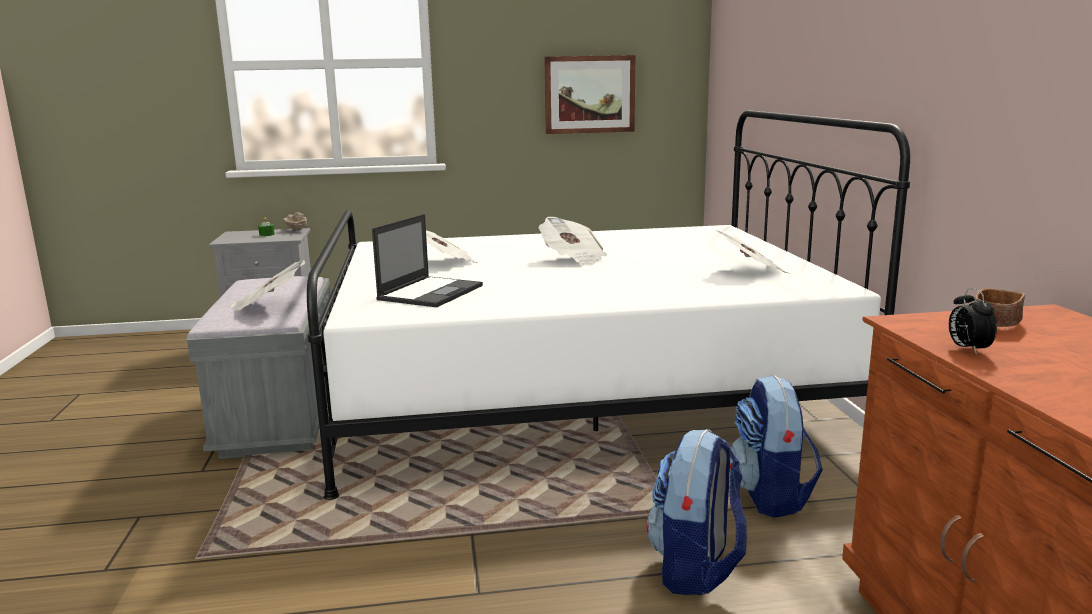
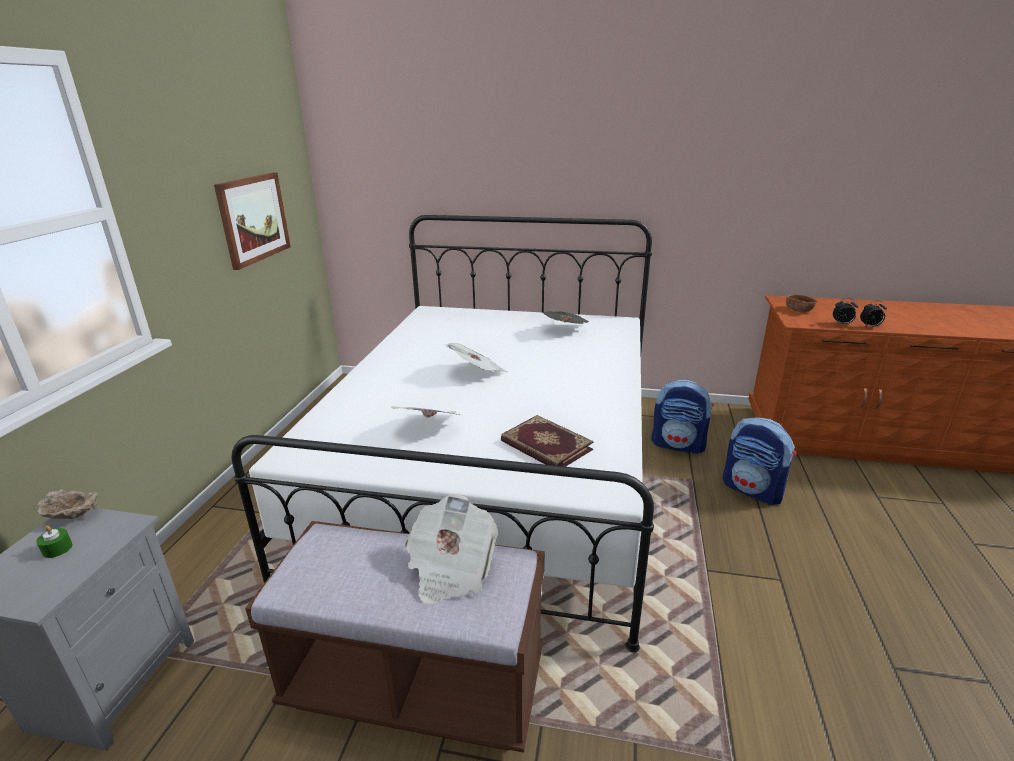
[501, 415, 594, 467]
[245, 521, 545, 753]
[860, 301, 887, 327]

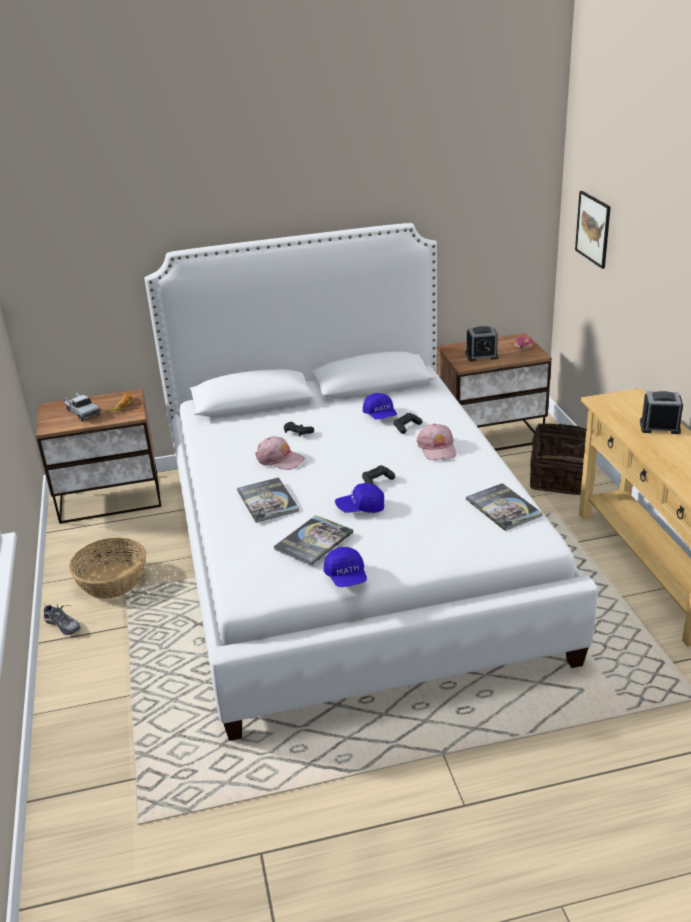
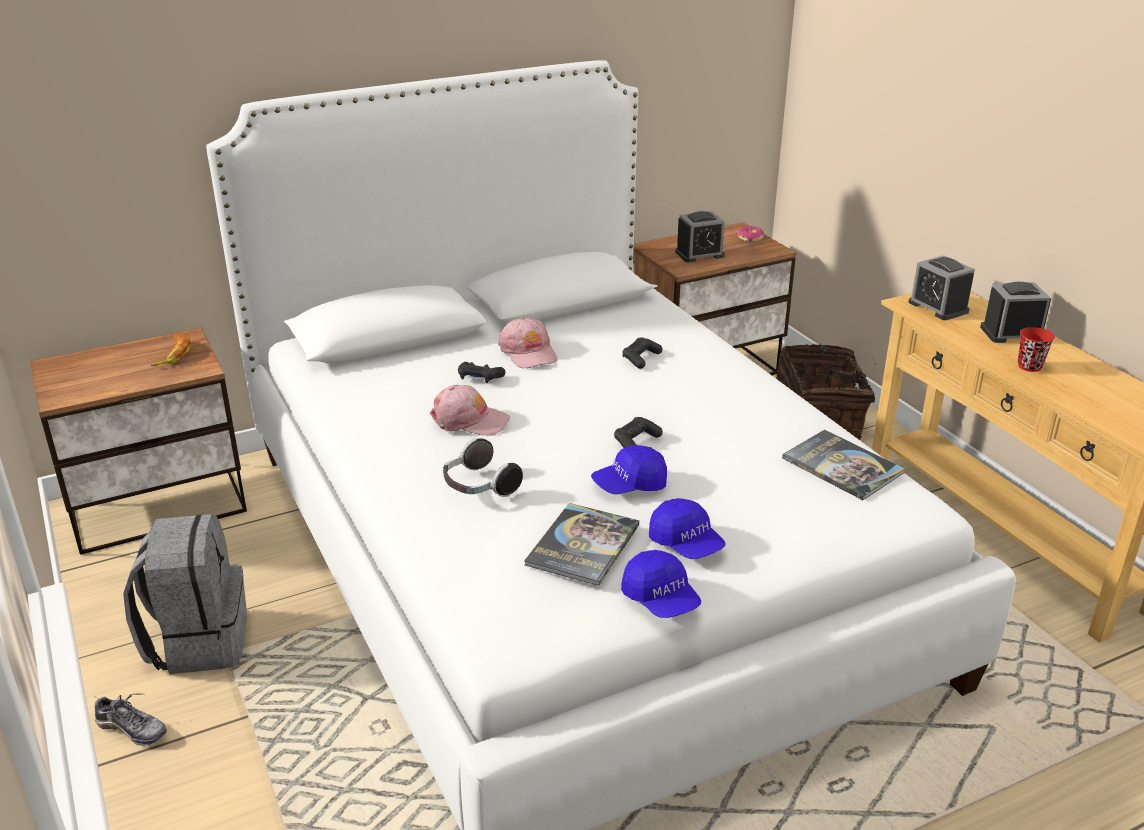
[575, 191, 611, 269] (first image)
[63, 393, 101, 421] (first image)
[649, 498, 726, 559]
[498, 317, 558, 369]
[443, 438, 523, 497]
[123, 514, 247, 674]
[909, 255, 975, 320]
[1018, 327, 1055, 372]

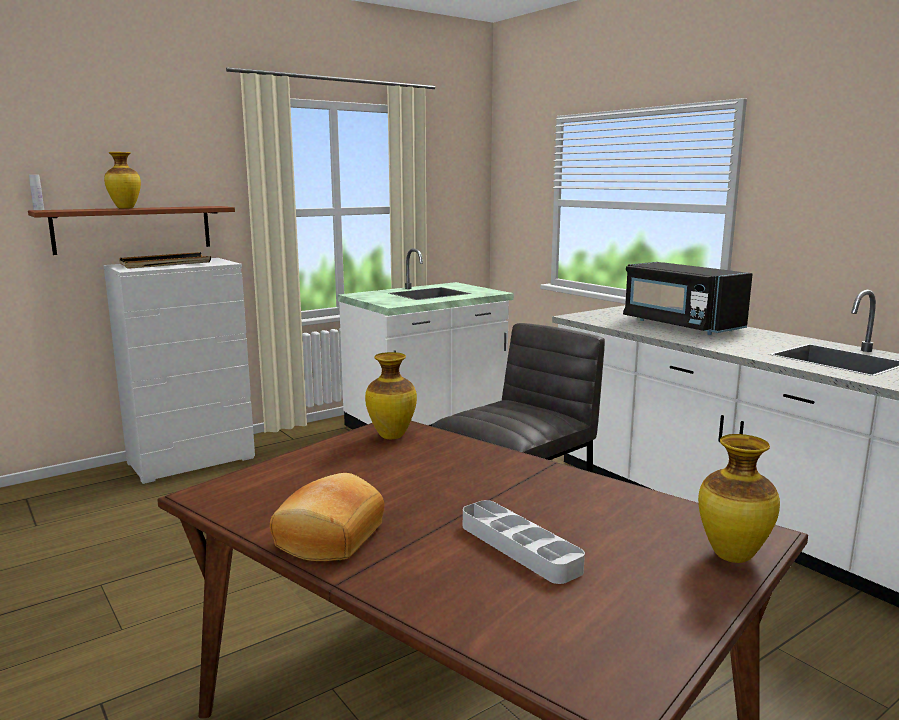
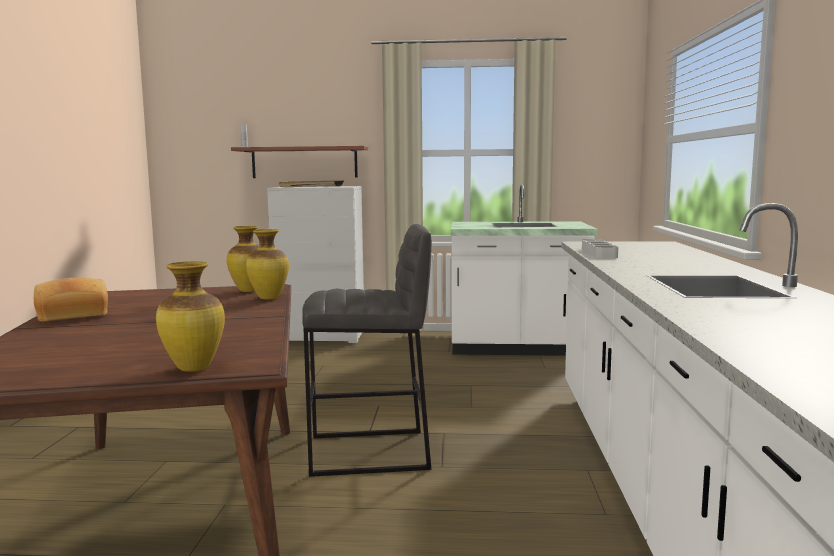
[246, 229, 289, 300]
[623, 262, 753, 335] (first image)
[582, 239, 618, 258]

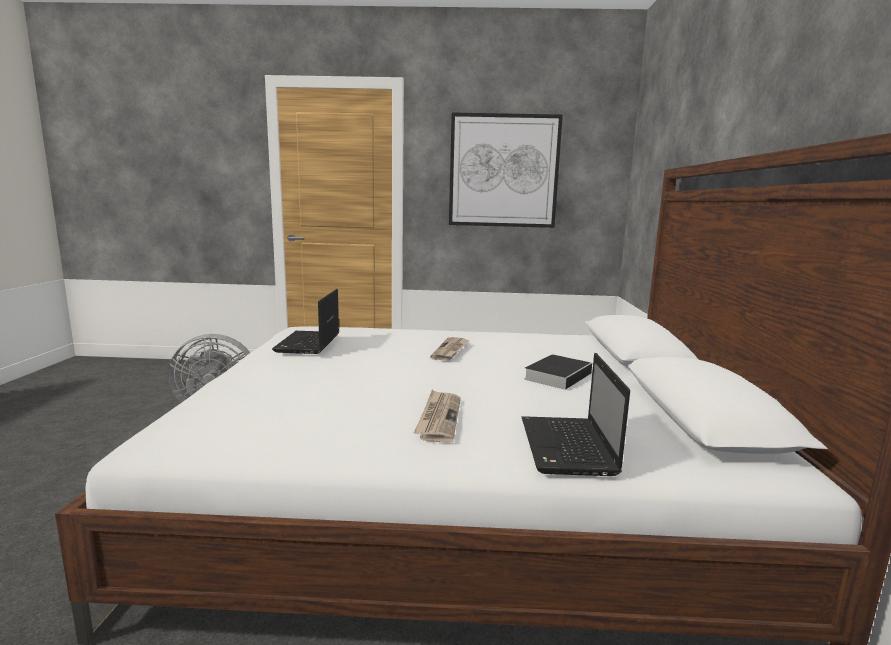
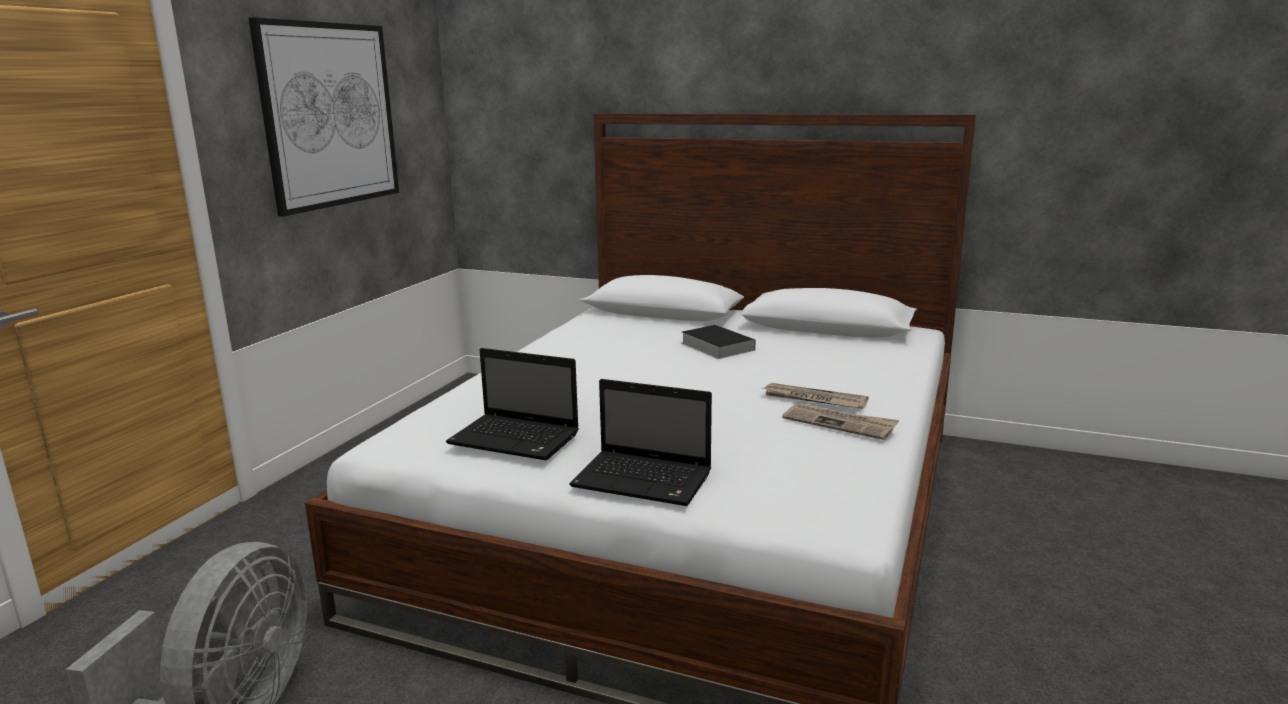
[782, 403, 899, 440]
[569, 379, 712, 506]

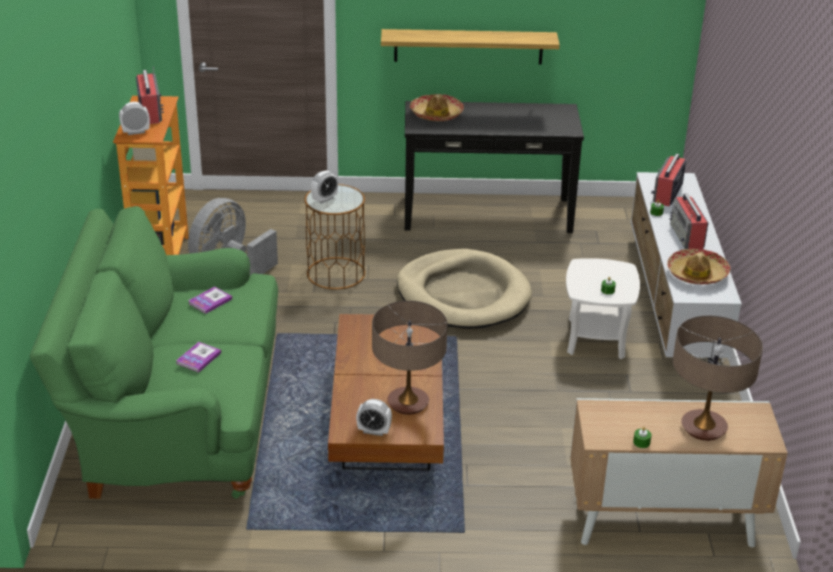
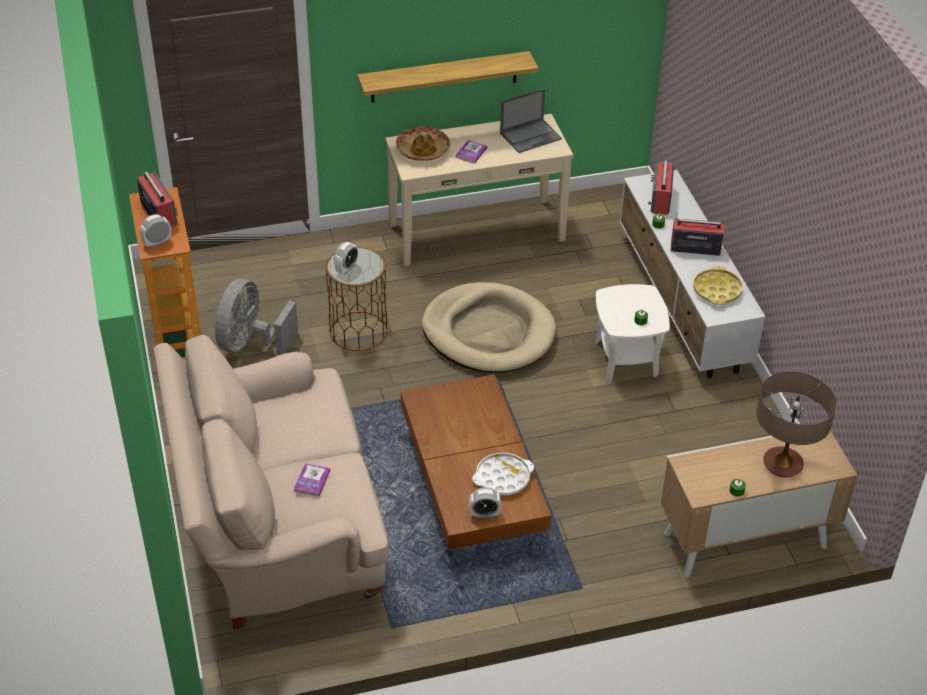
[385, 114, 573, 267]
[671, 212, 724, 256]
[153, 335, 389, 629]
[693, 266, 743, 305]
[455, 140, 487, 164]
[472, 453, 534, 495]
[500, 88, 562, 153]

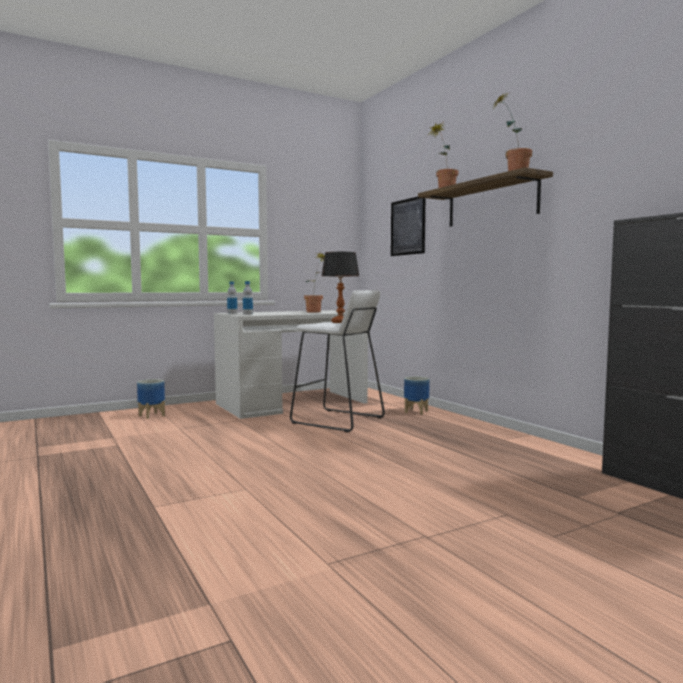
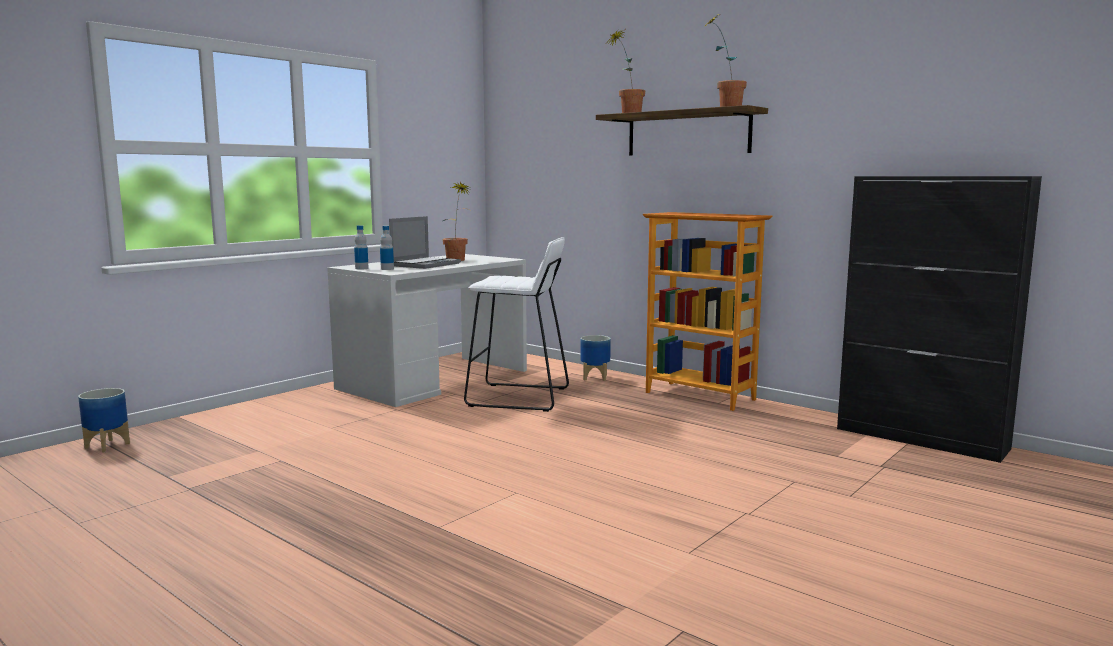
[391, 197, 425, 256] (first image)
[322, 252, 359, 323] (first image)
[78, 388, 130, 453]
[643, 212, 772, 411]
[389, 216, 461, 269]

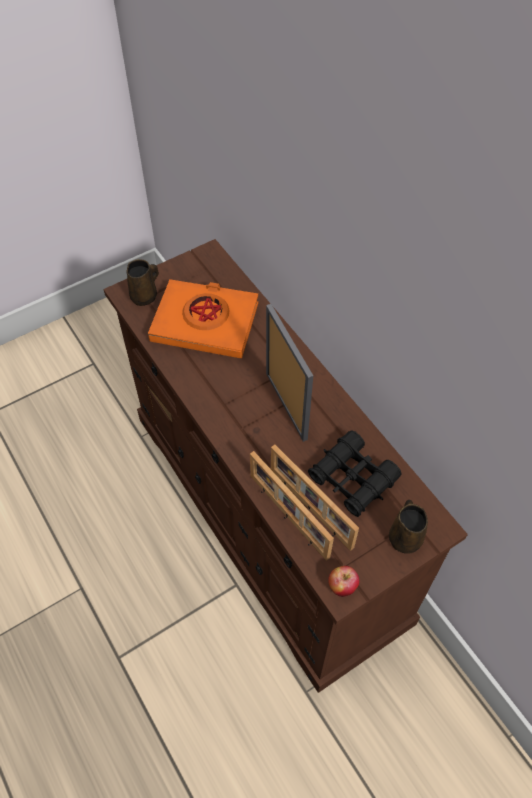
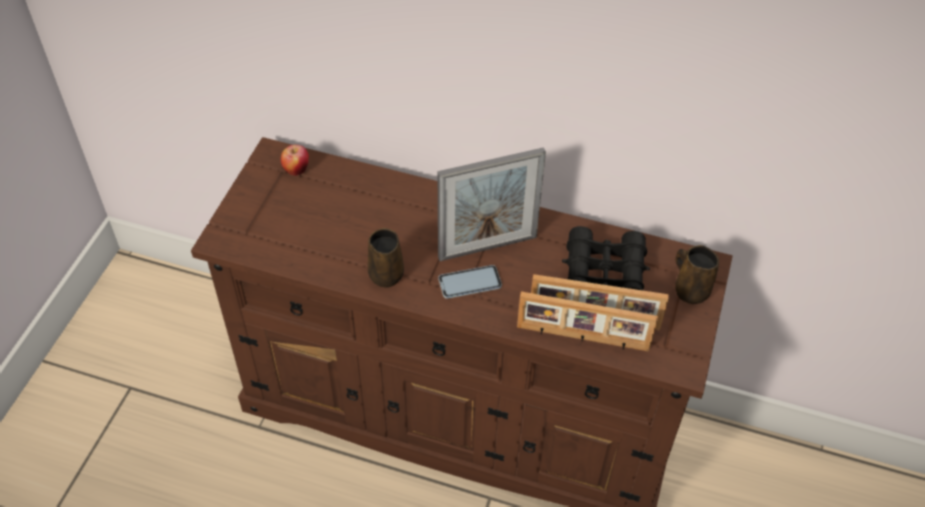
[368, 228, 404, 288]
[148, 279, 258, 358] (first image)
[438, 147, 546, 261]
[281, 145, 309, 176]
[438, 265, 502, 299]

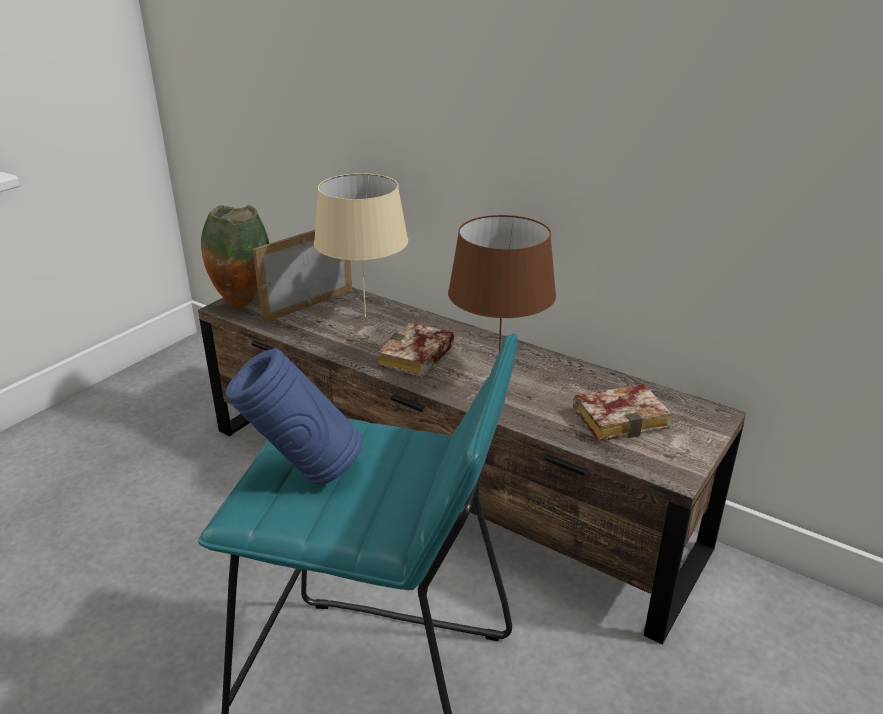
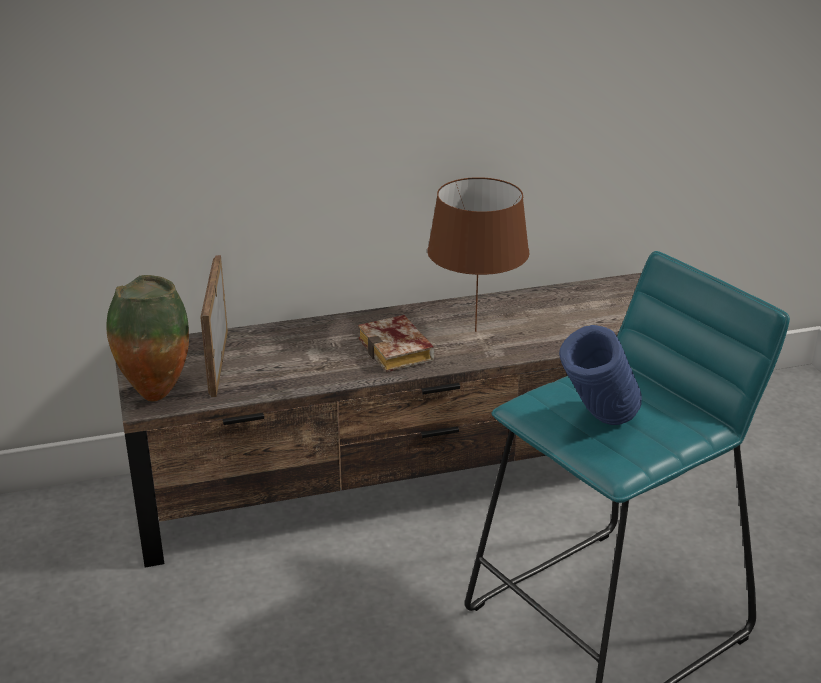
[314, 173, 408, 317] (first image)
[573, 384, 672, 442] (first image)

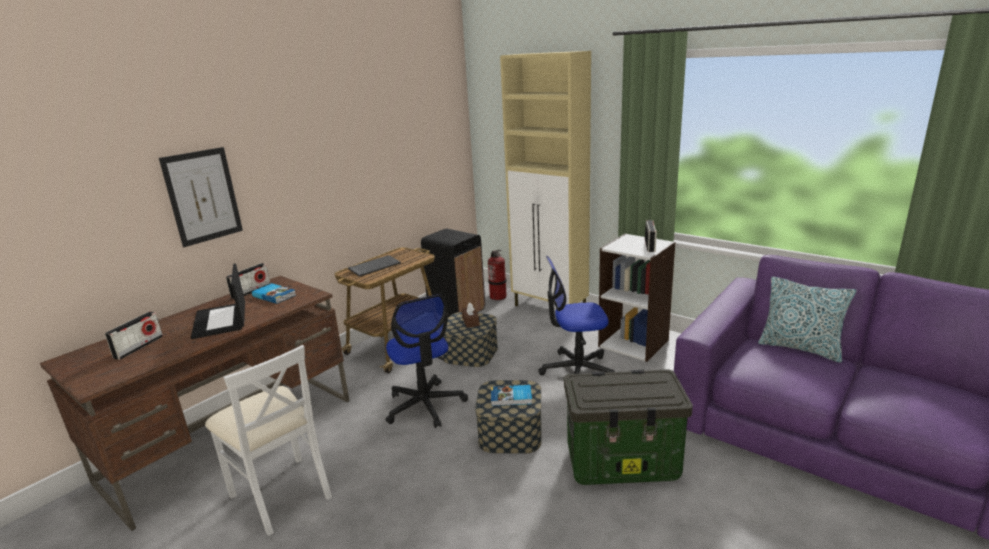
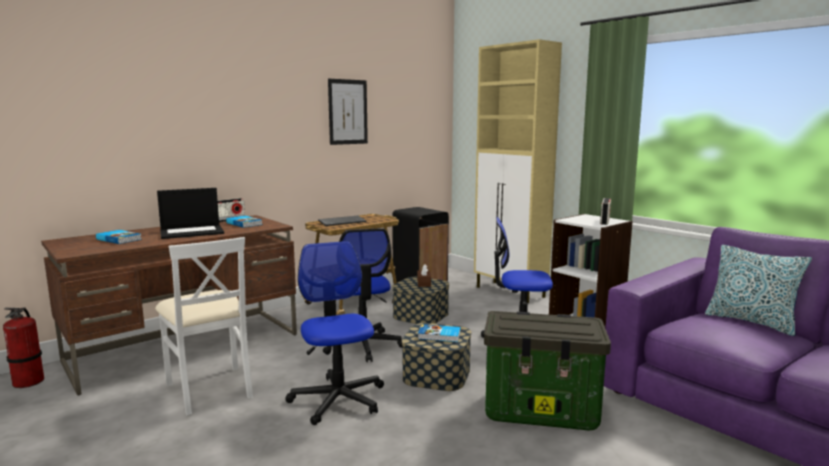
[328, 79, 368, 145]
[3, 307, 44, 388]
[157, 188, 224, 239]
[96, 230, 142, 244]
[286, 241, 384, 425]

